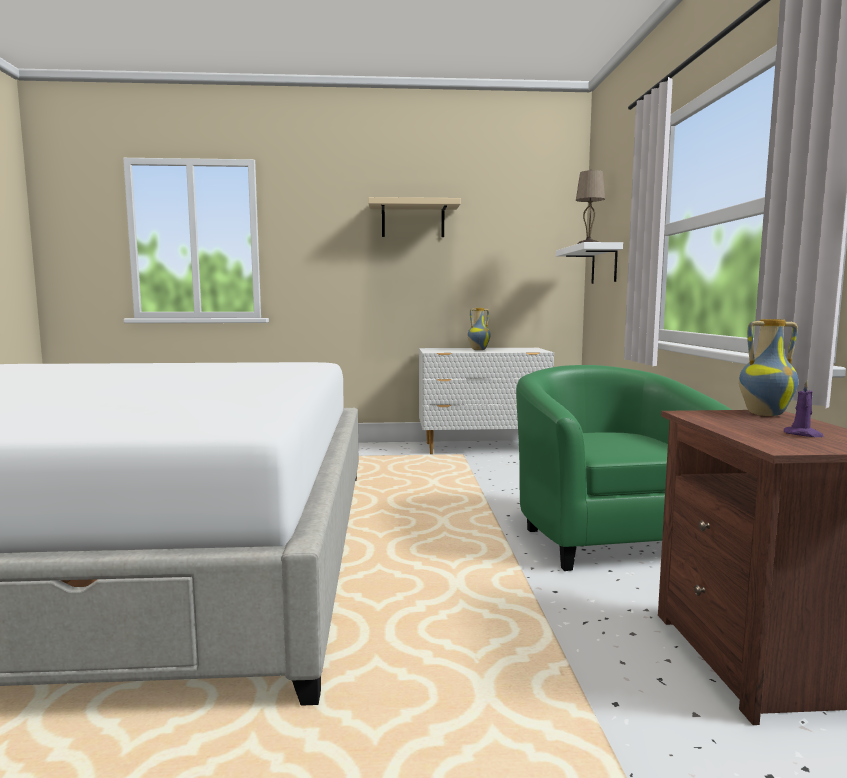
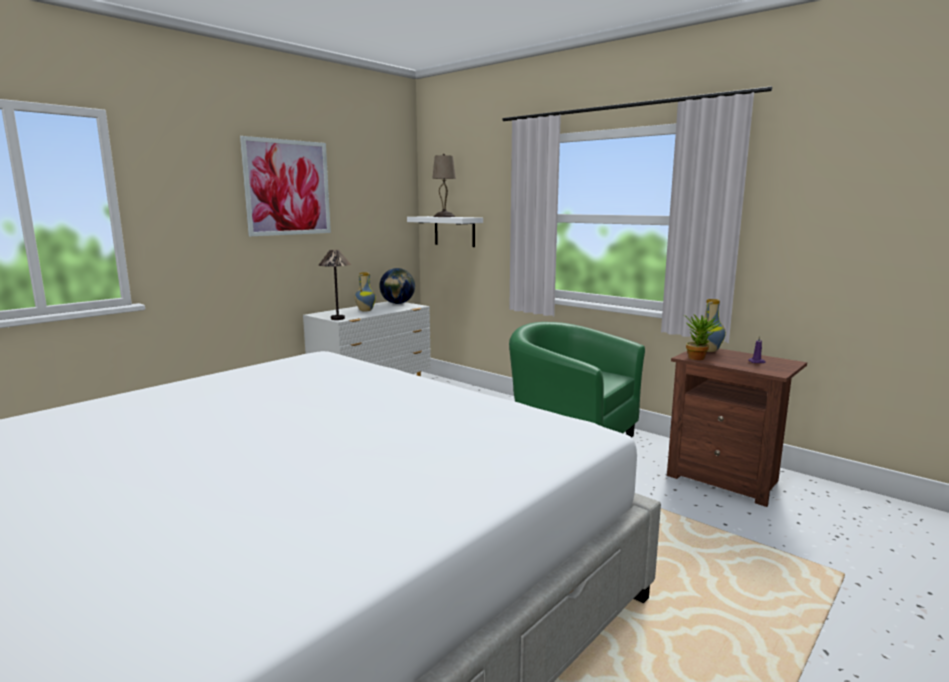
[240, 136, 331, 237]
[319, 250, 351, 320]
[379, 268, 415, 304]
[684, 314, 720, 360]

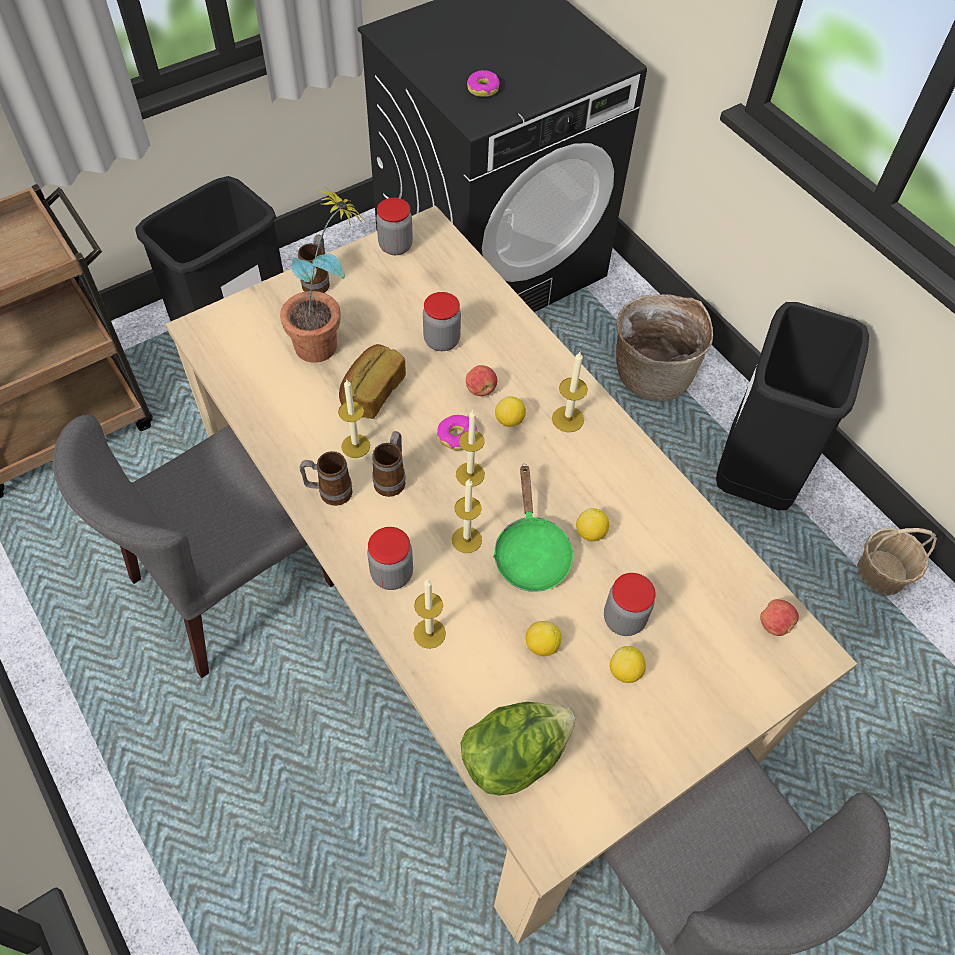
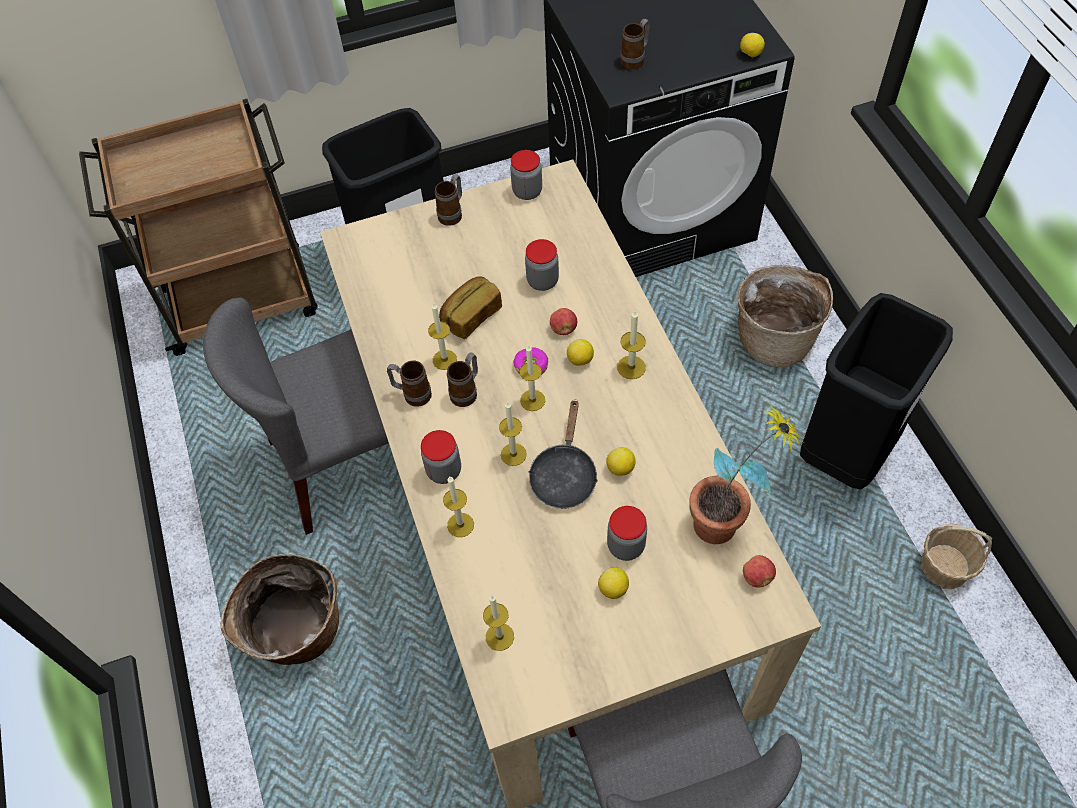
[620, 19, 650, 69]
[689, 403, 804, 544]
[528, 399, 598, 509]
[740, 33, 765, 57]
[483, 595, 514, 651]
[220, 554, 339, 665]

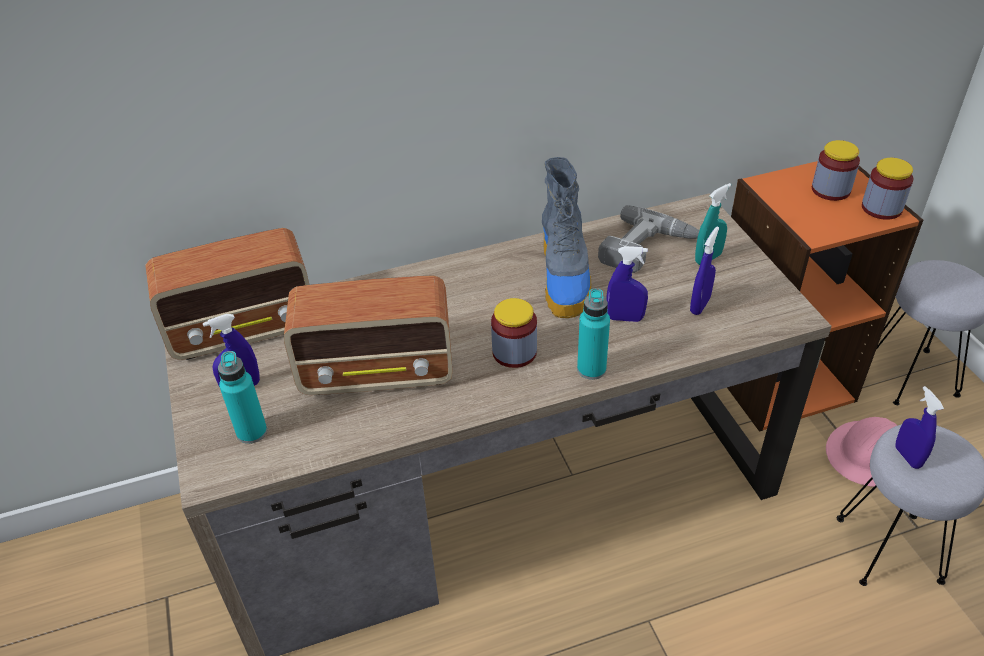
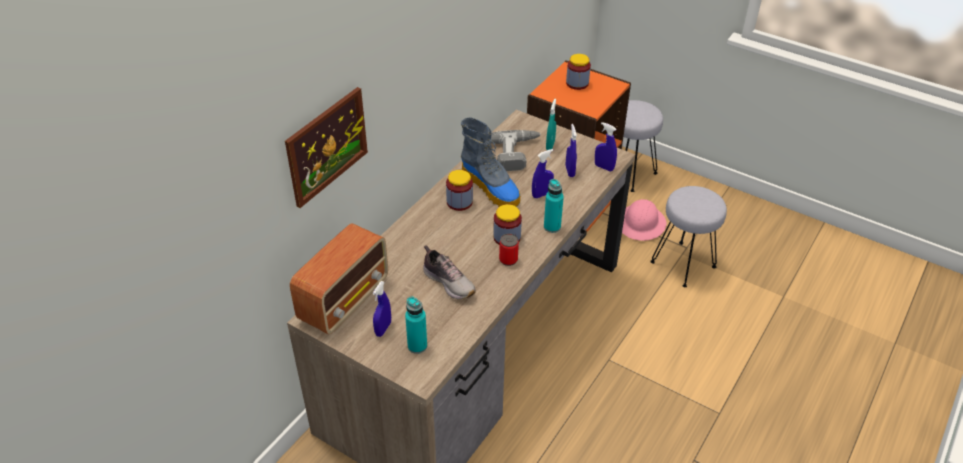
[446, 170, 473, 211]
[423, 245, 476, 300]
[595, 122, 617, 171]
[285, 87, 368, 208]
[499, 234, 519, 266]

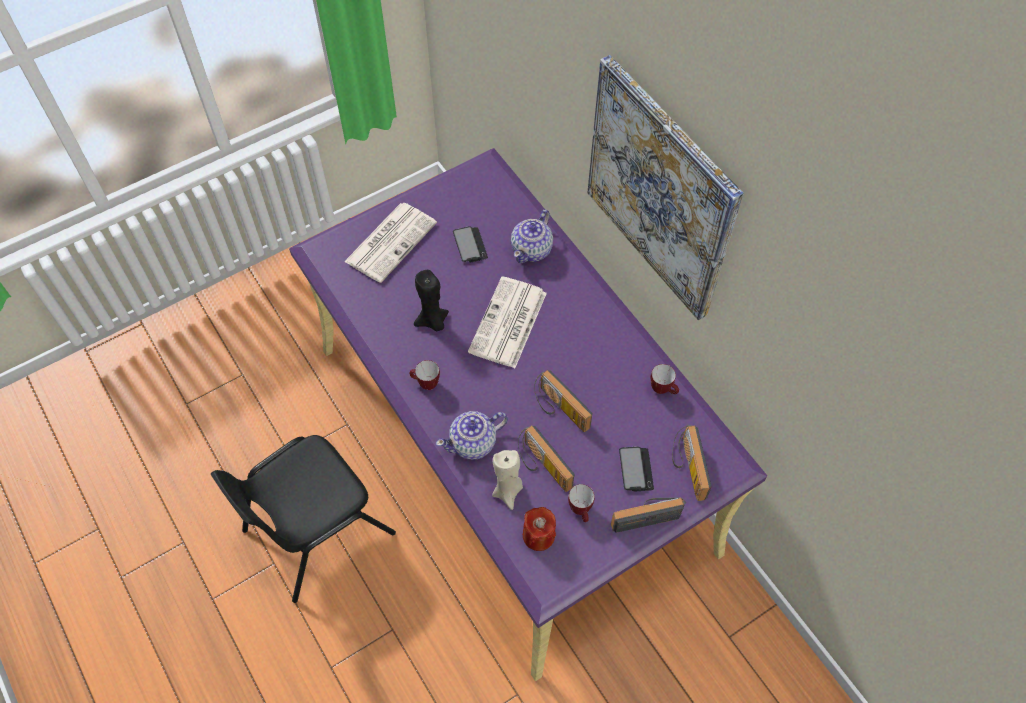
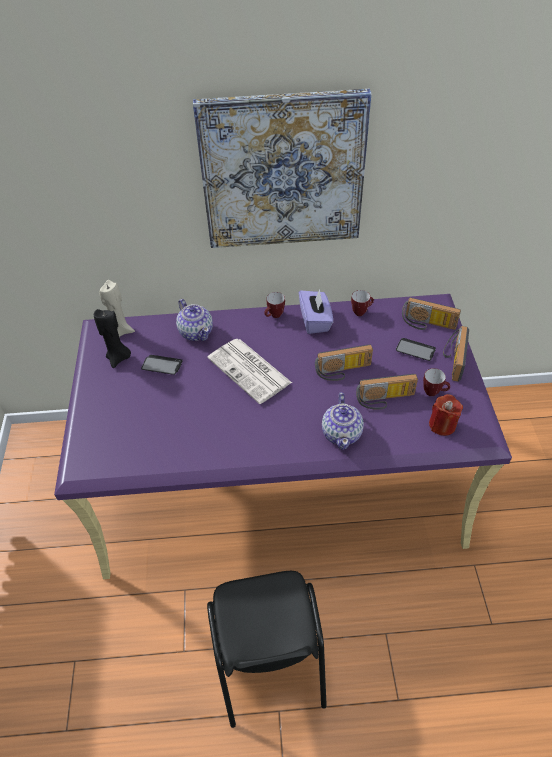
[344, 203, 437, 283] (first image)
[94, 309, 131, 368]
[265, 292, 285, 318]
[99, 280, 135, 337]
[299, 290, 333, 334]

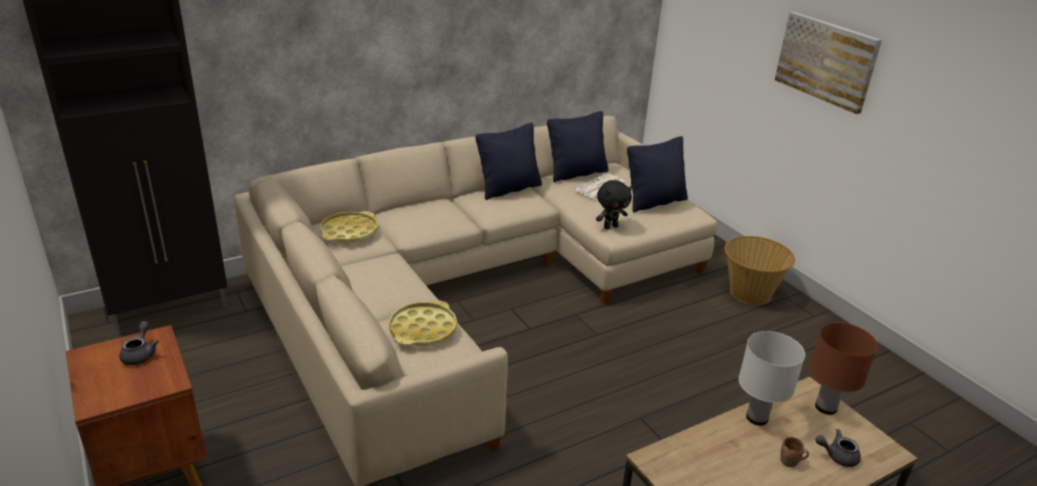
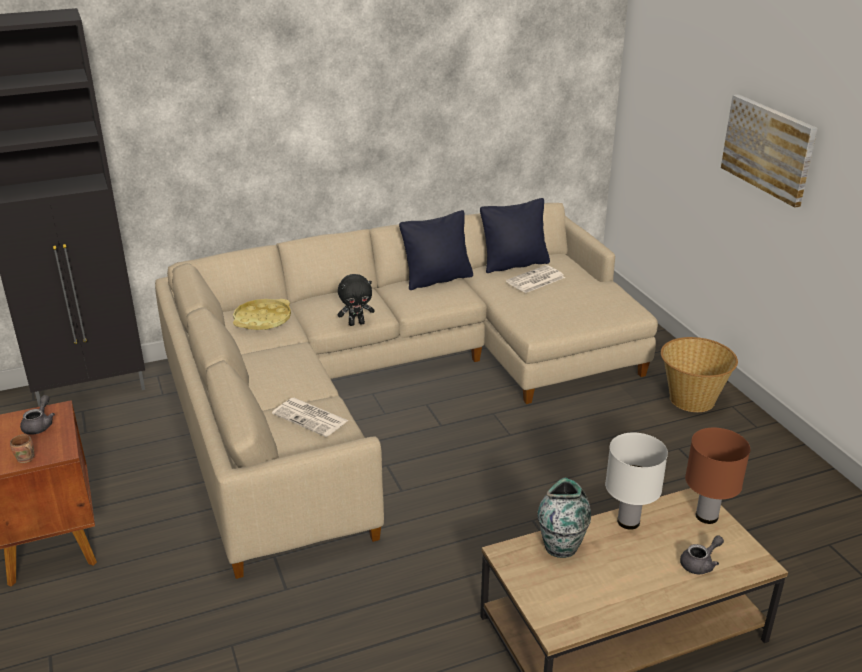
[627, 136, 688, 212] (first image)
[338, 274, 375, 326]
[272, 398, 349, 437]
[680, 535, 724, 574]
[10, 434, 35, 463]
[537, 478, 591, 558]

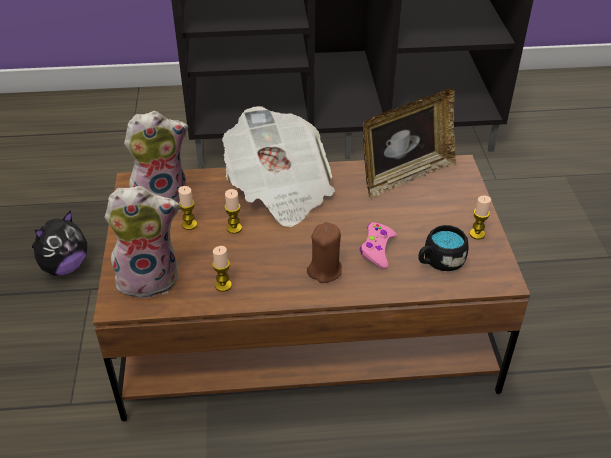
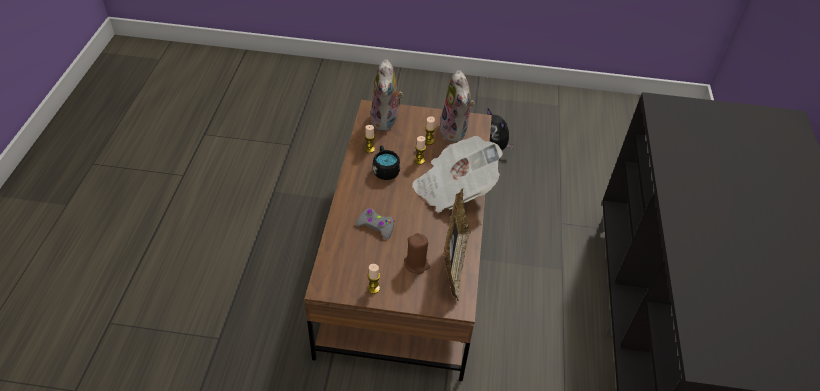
[443, 189, 471, 301]
[404, 233, 430, 274]
[356, 208, 394, 239]
[373, 145, 400, 180]

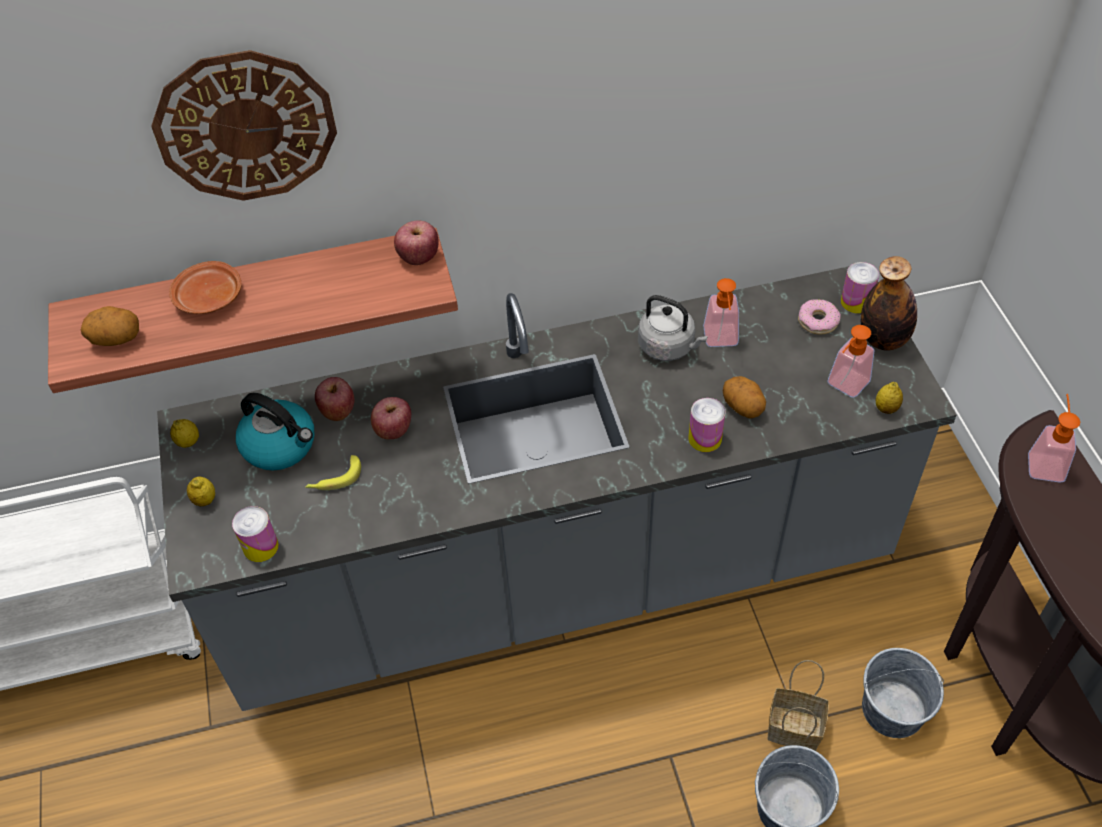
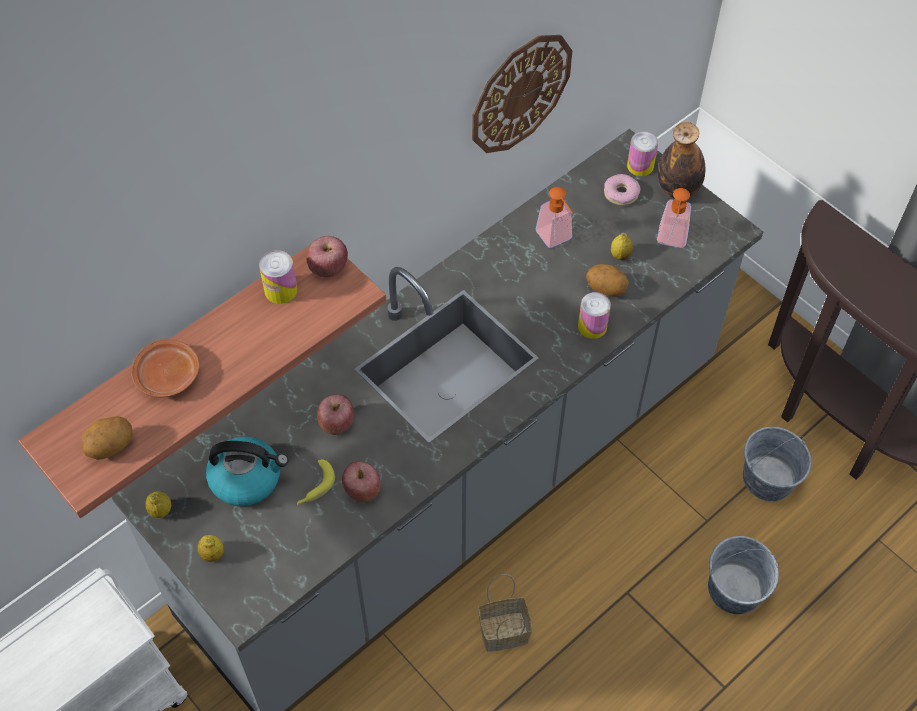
[472, 35, 572, 153]
[638, 295, 708, 361] (first image)
[342, 461, 381, 503]
[611, 233, 633, 260]
[1028, 394, 1080, 482] (first image)
[259, 250, 297, 304]
[478, 574, 532, 652]

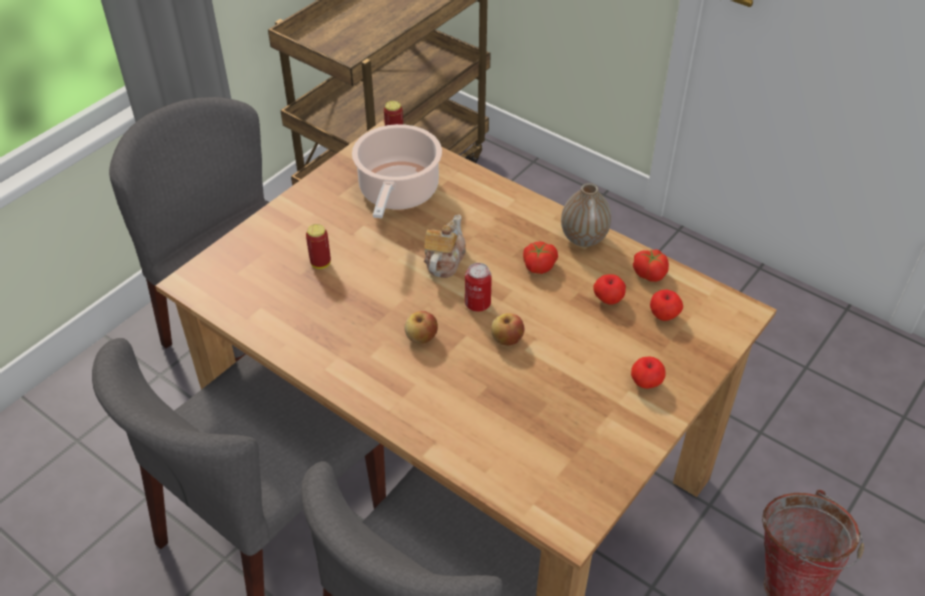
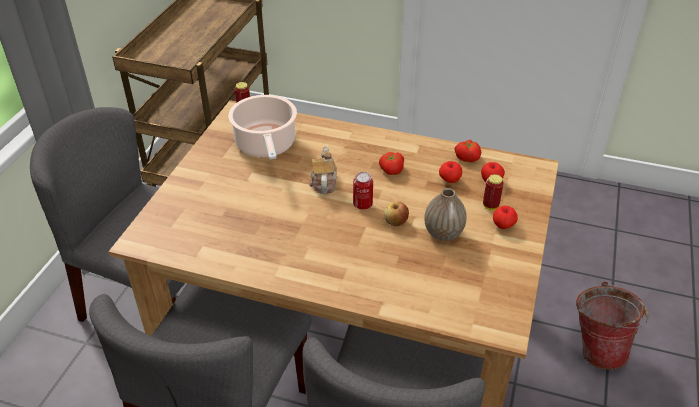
[424, 188, 467, 241]
[483, 174, 504, 210]
[404, 311, 438, 344] (first image)

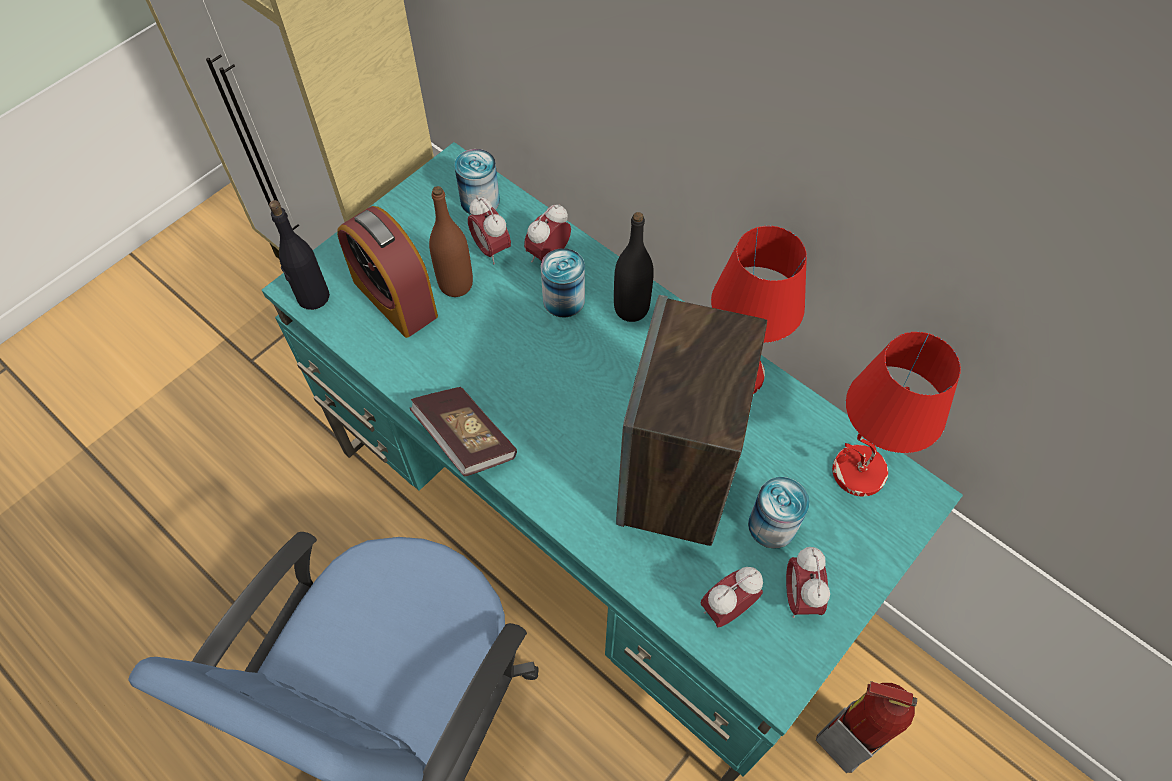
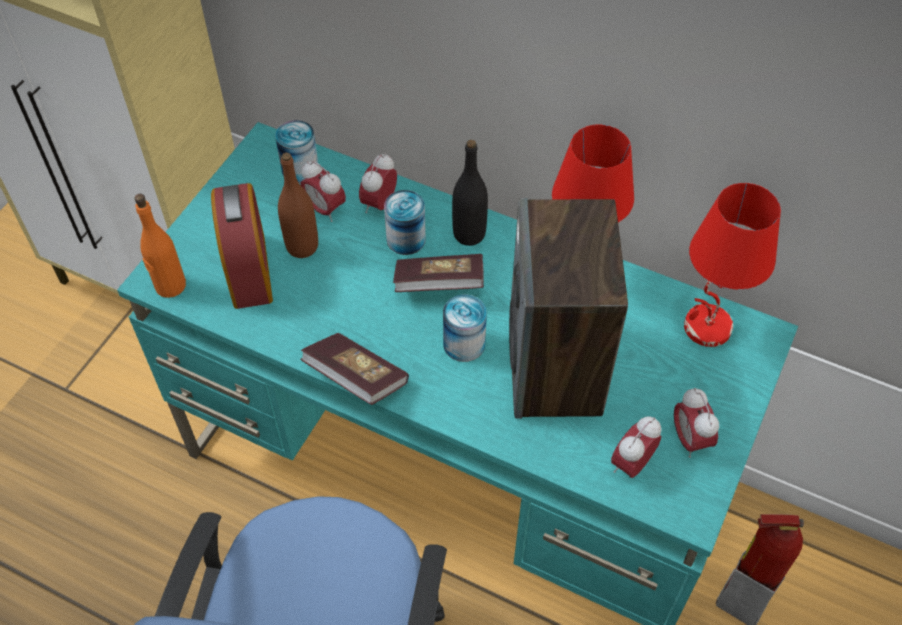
[134, 194, 186, 298]
[211, 183, 273, 309]
[443, 294, 487, 362]
[393, 254, 484, 292]

